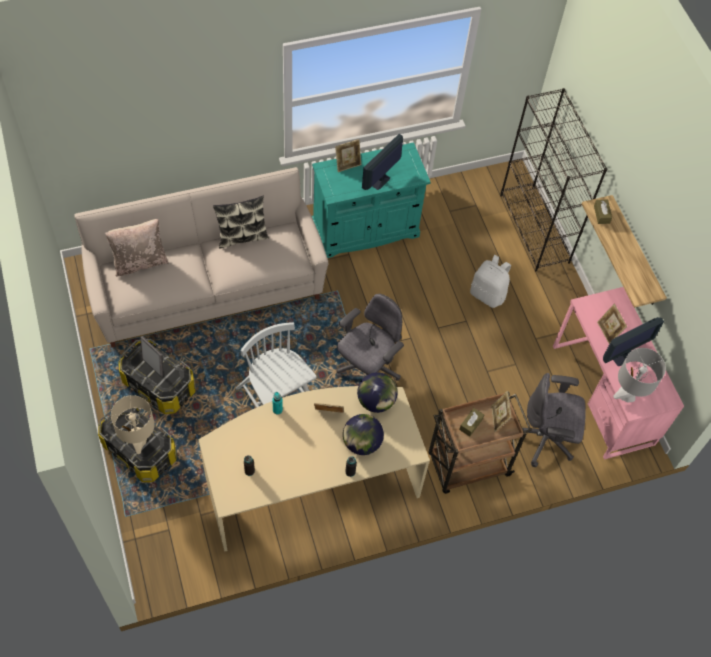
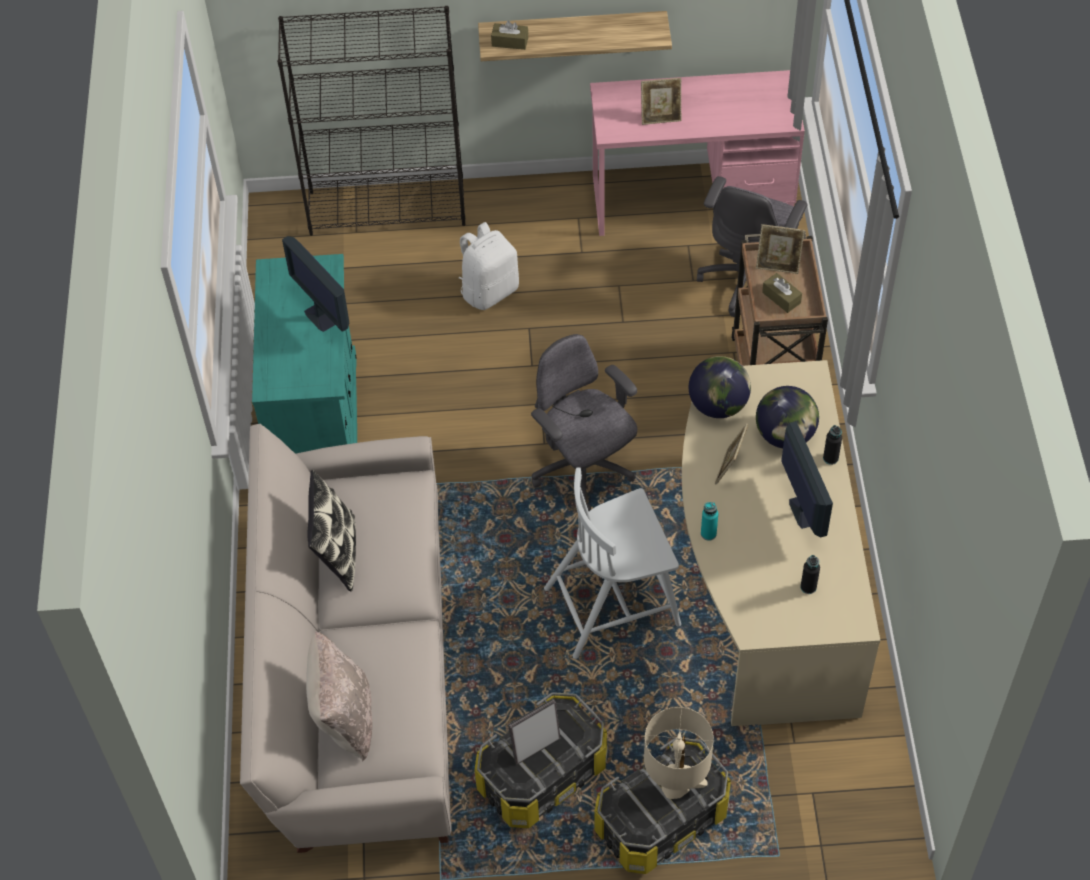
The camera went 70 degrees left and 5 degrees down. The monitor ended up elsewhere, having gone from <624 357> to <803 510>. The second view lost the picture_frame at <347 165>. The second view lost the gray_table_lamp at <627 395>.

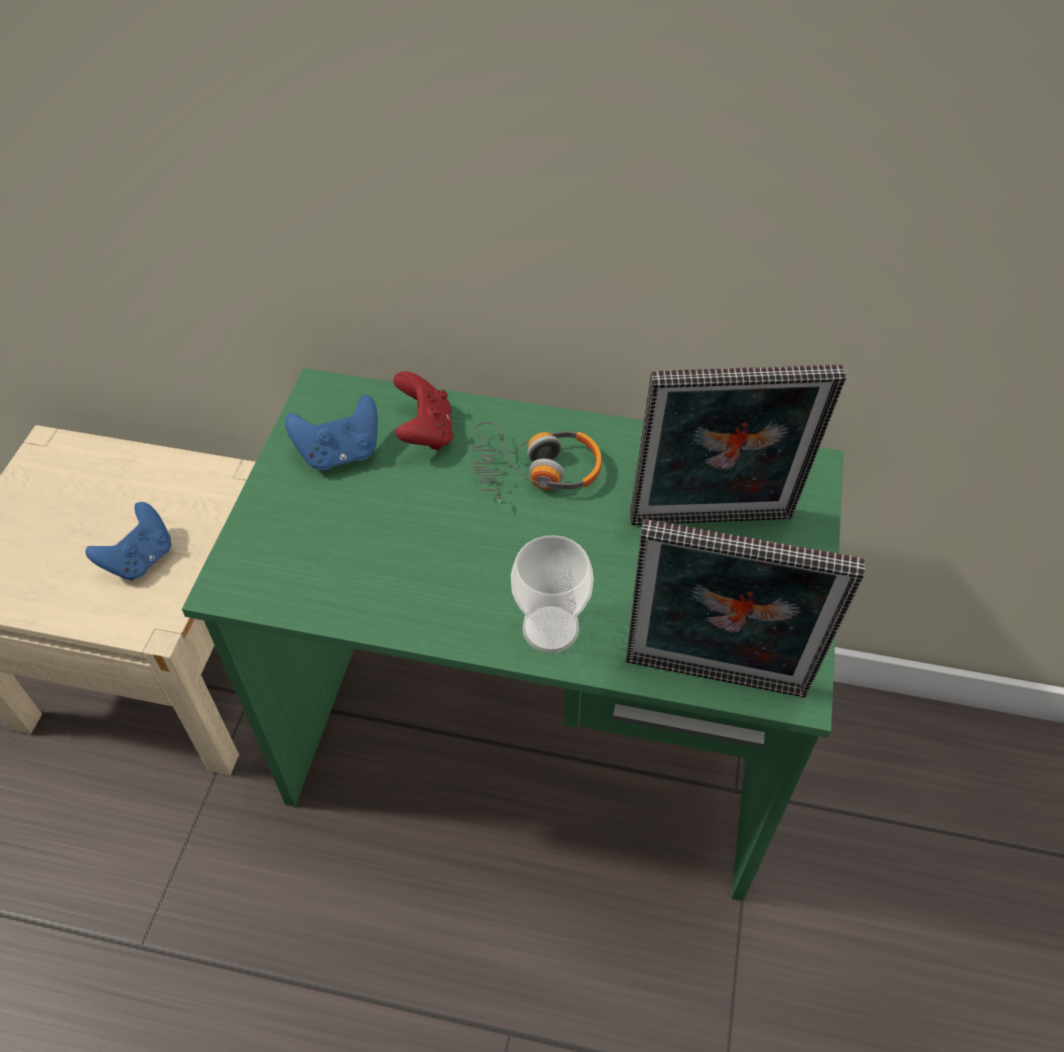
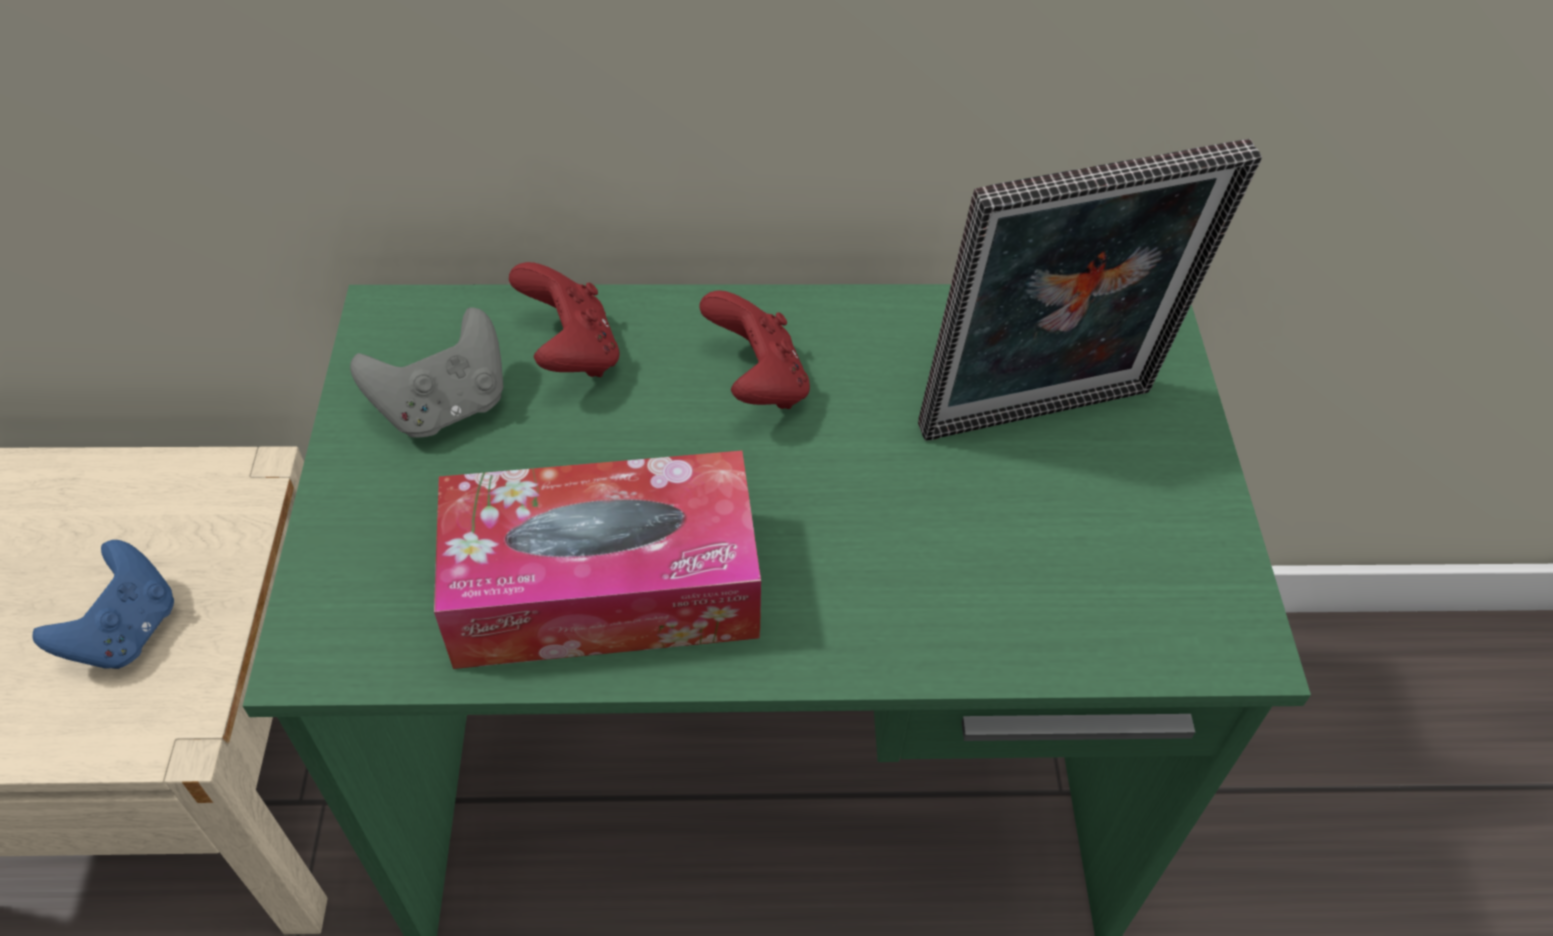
The camera went 15 degrees left and 0 degrees up. What was the blue_joypad at <340 453> turned into the gray_joypad at <444 407>. The second view gained the box_of_tissues at <604 586>. Where the headphones stood at <535 470>, the reddish_joypad came to stand at <757 383>. The second view lost the drinking_cup at <550 629>. The second view lost the picture_frame at <713 683>.

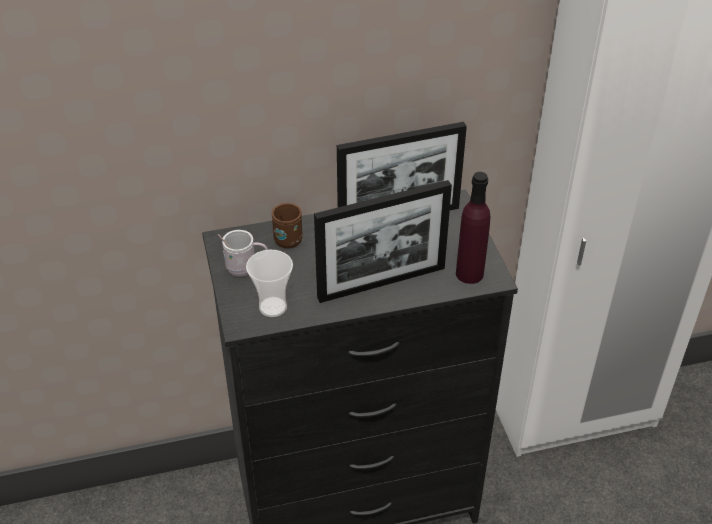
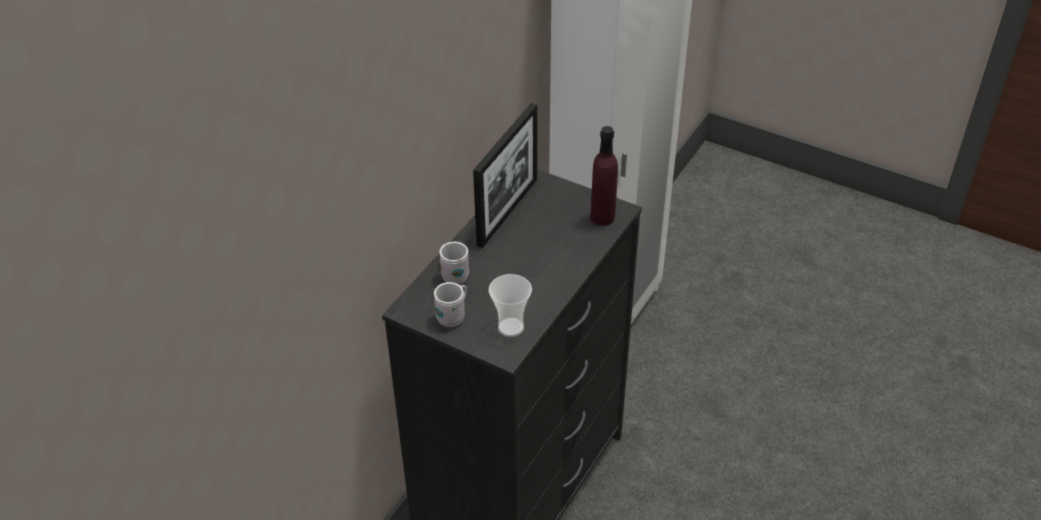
The camera went 45 degrees left and 0 degrees up. What was the brownish_mug at <290 238> turned into the white-coloured_mug at <453 275>. The second view lost the picture_frame at <381 283>.

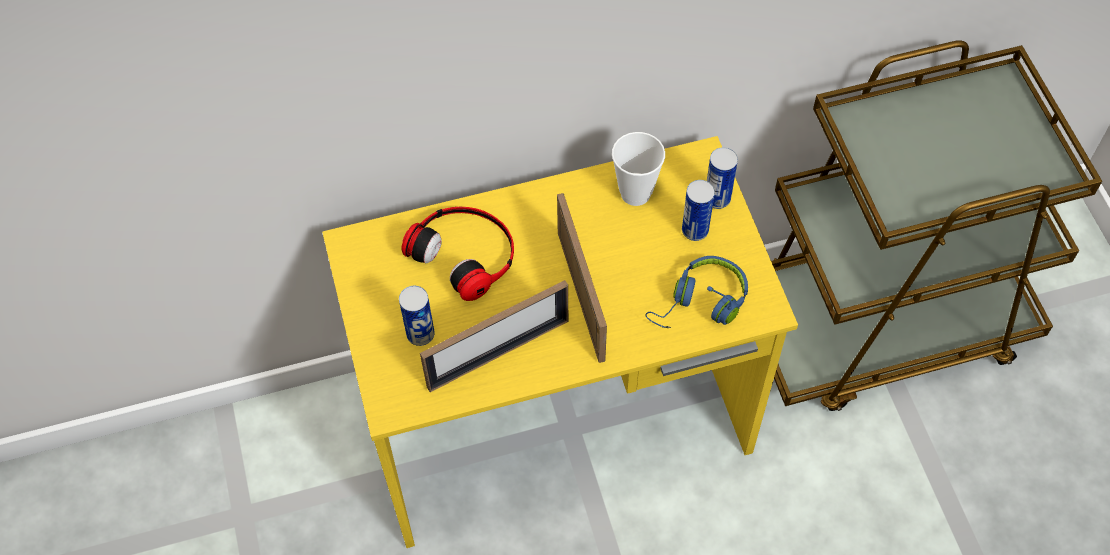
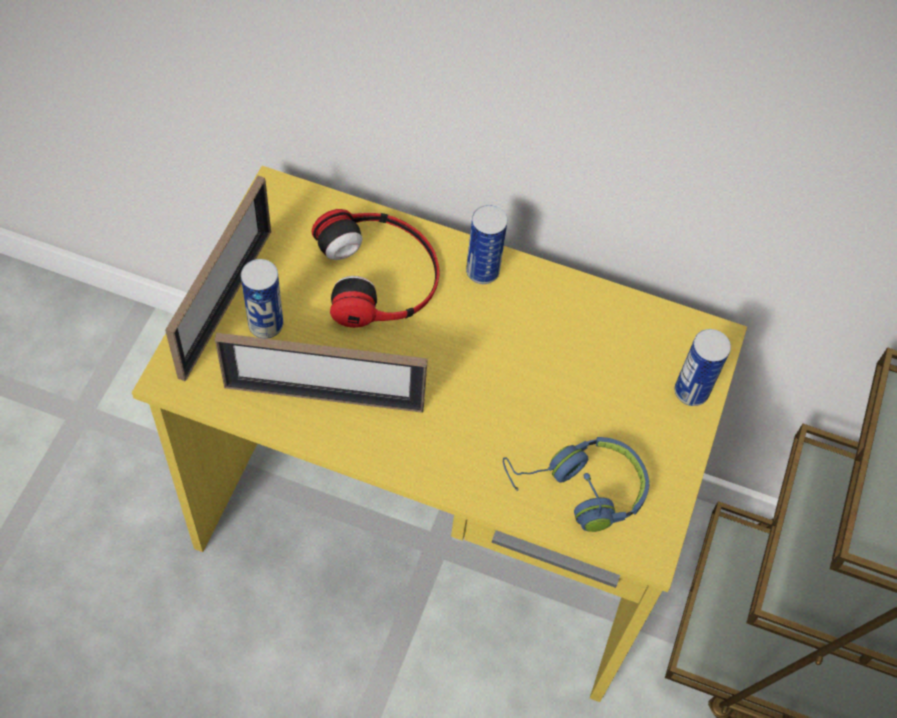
The camera went 30 degrees right and 0 degrees up. The picture_frame ended up elsewhere, having gone from <580 295> to <226 302>. The metal_can ended up elsewhere, having gone from <695 230> to <482 271>. The second view lost the drinking_cup at <635 193>.

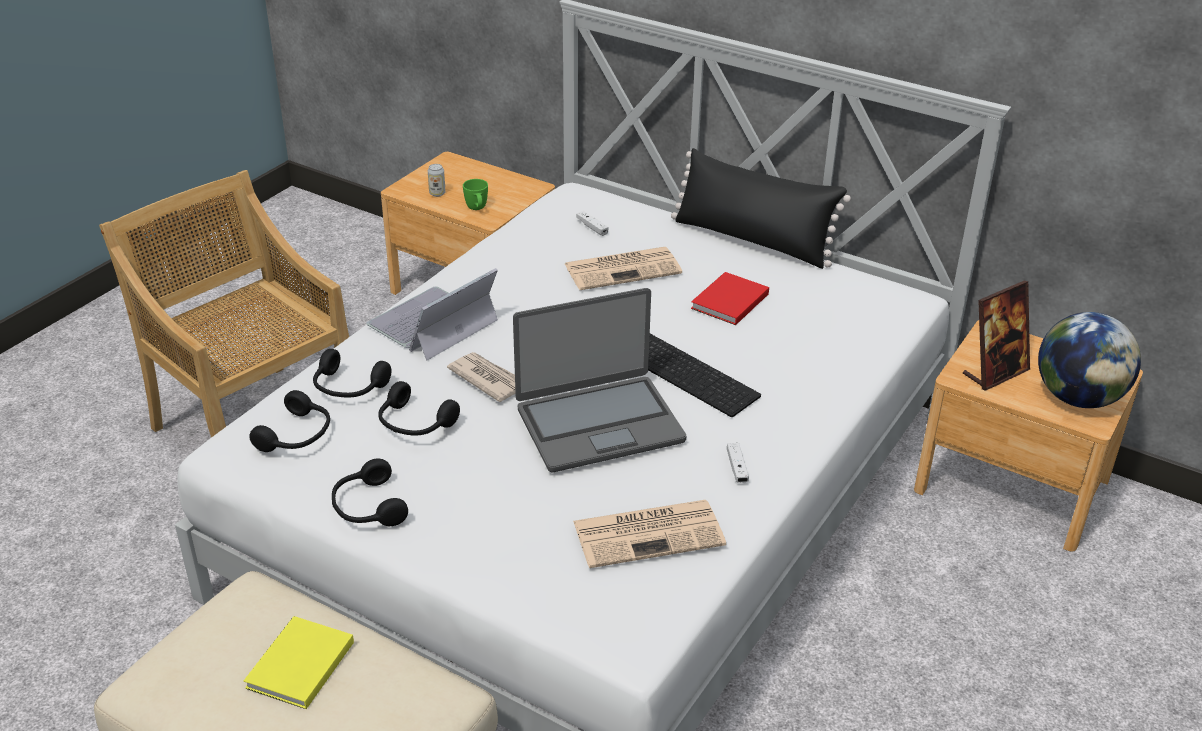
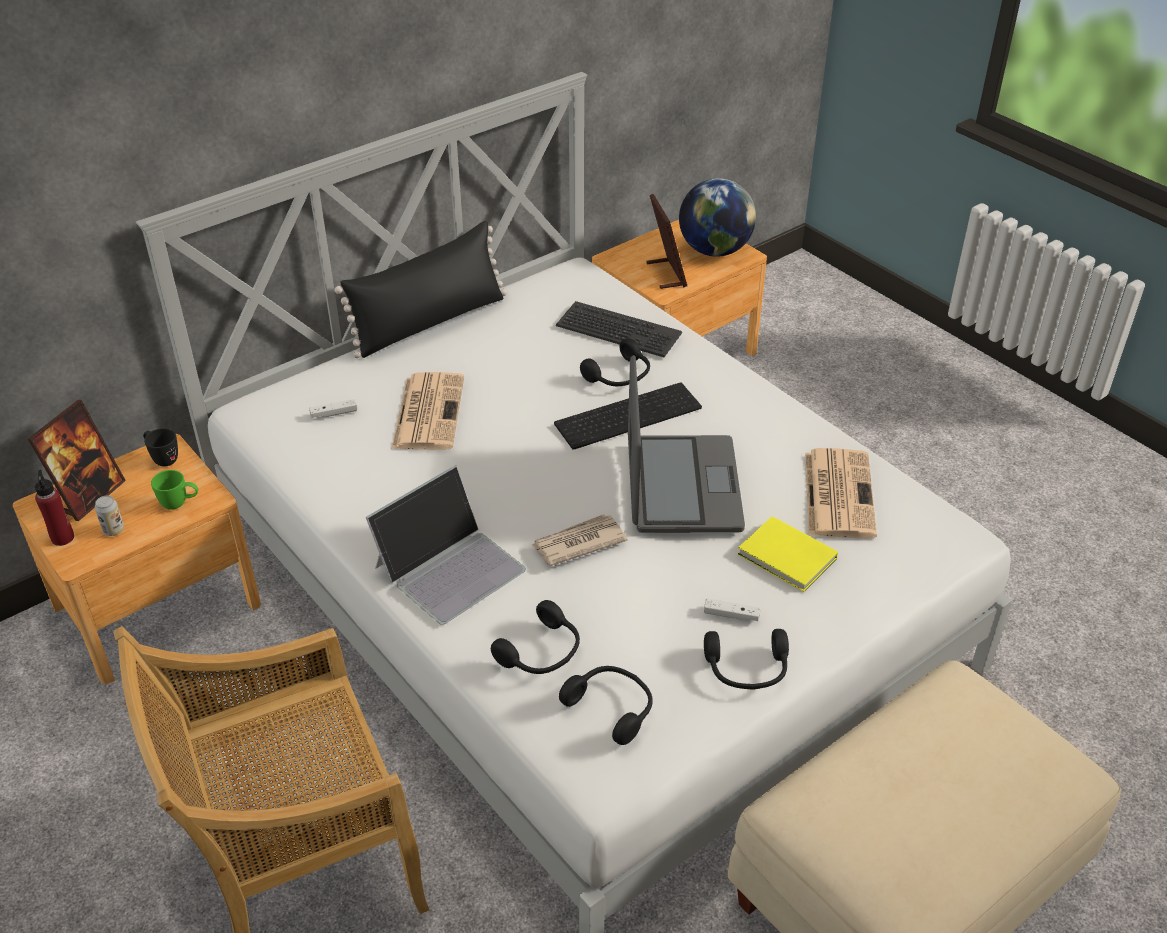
The camera went 70 degrees left and 5 degrees up. The second view gained the picture_frame at <90 496>. The second view gained the reddish_bottle at <62 537>. The second view gained the black-coloured_mug at <162 459>. The laptop at <432 323> ended up facing another way, 105 degrees counterclockwise from before. The second view gained the computer_keyboard at <618 331>. The black-coloured_headphones ended up elsewhere, having gone from <414 424> to <619 376>. The white-coloured_joypad ended up elsewhere, having gone from <737 468> to <731 615>. The yellowish_bound_book ended up elsewhere, having gone from <297 666> to <788 558>. The second view lost the reddish_bound_book at <728 302>.

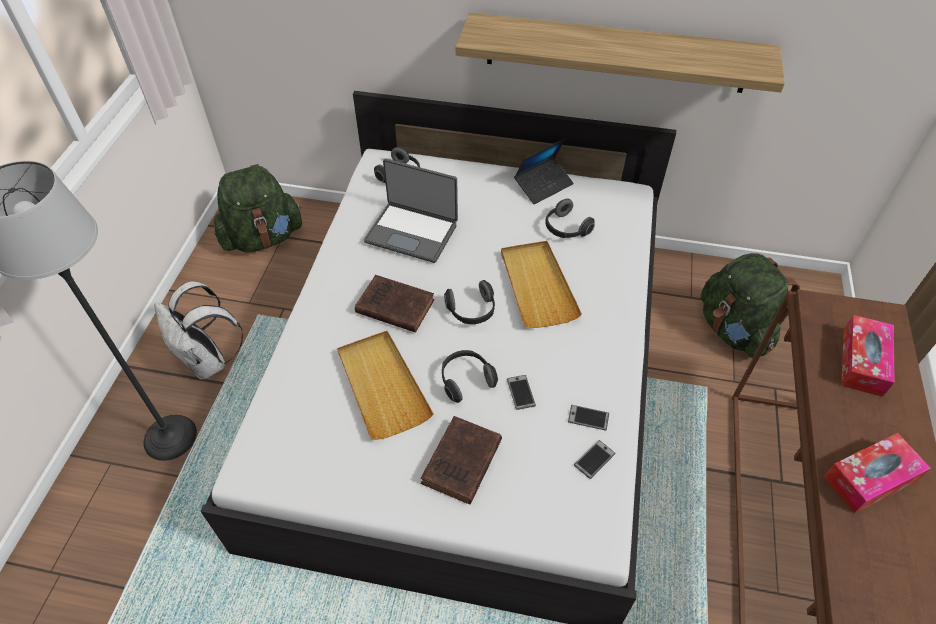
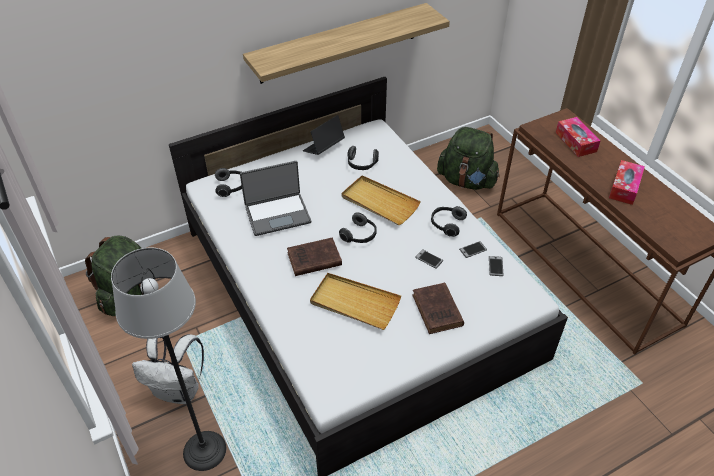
The camera went 40 degrees left and 5 degrees down. The laptop at <543 185> ended up facing another way, 150 degrees counterclockwise from before. The headphones ended up elsewhere, having gone from <466 380> to <446 225>.

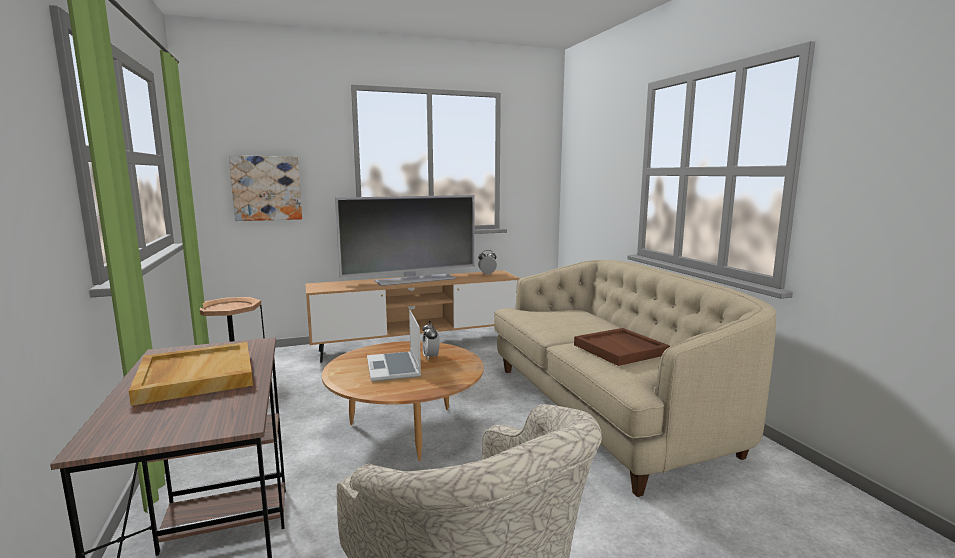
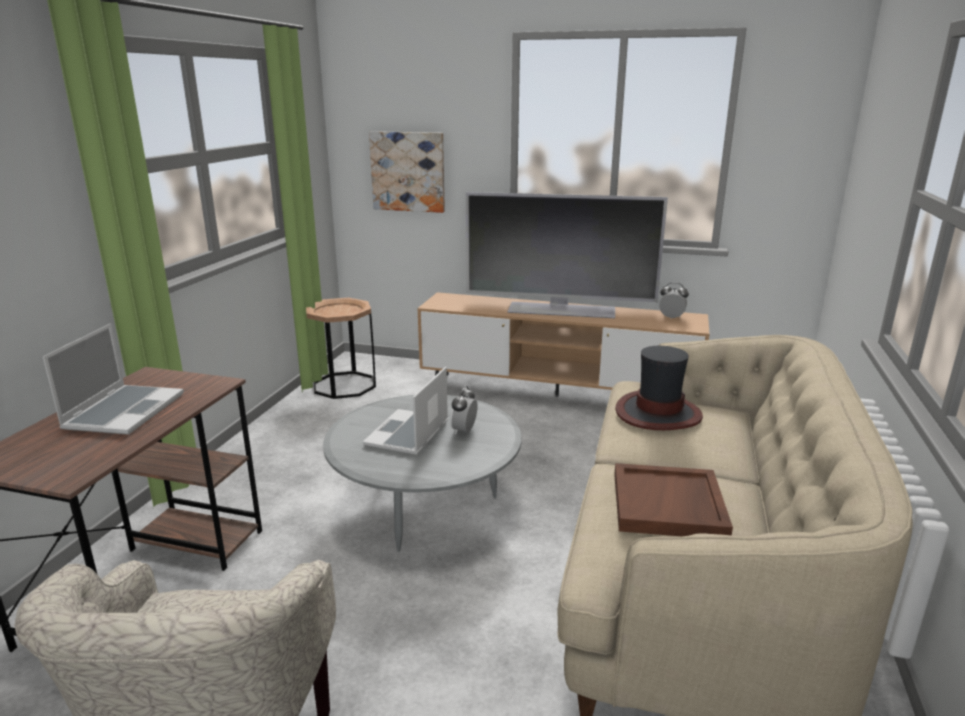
The camera went 35 degrees right and 10 degrees up. Where the beige_tray stood at <195 376>, the laptop came to stand at <124 411>. What was the brownish_coffee_table at <406 430> turned into the gray_coffee_table at <426 507>. The second view gained the wearable_hat at <657 413>.

